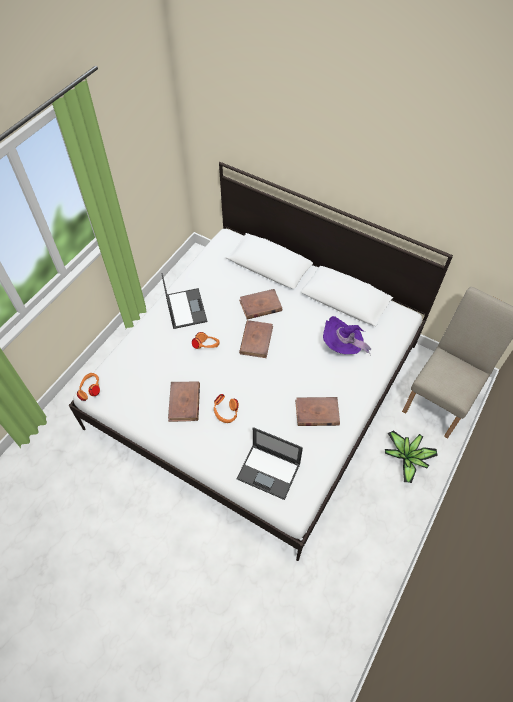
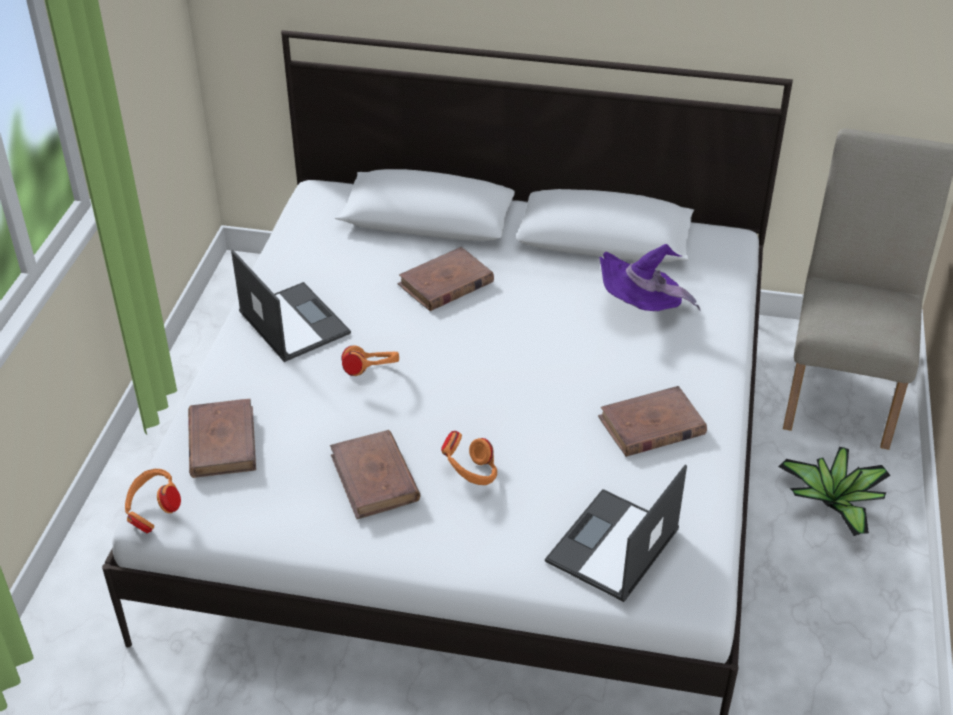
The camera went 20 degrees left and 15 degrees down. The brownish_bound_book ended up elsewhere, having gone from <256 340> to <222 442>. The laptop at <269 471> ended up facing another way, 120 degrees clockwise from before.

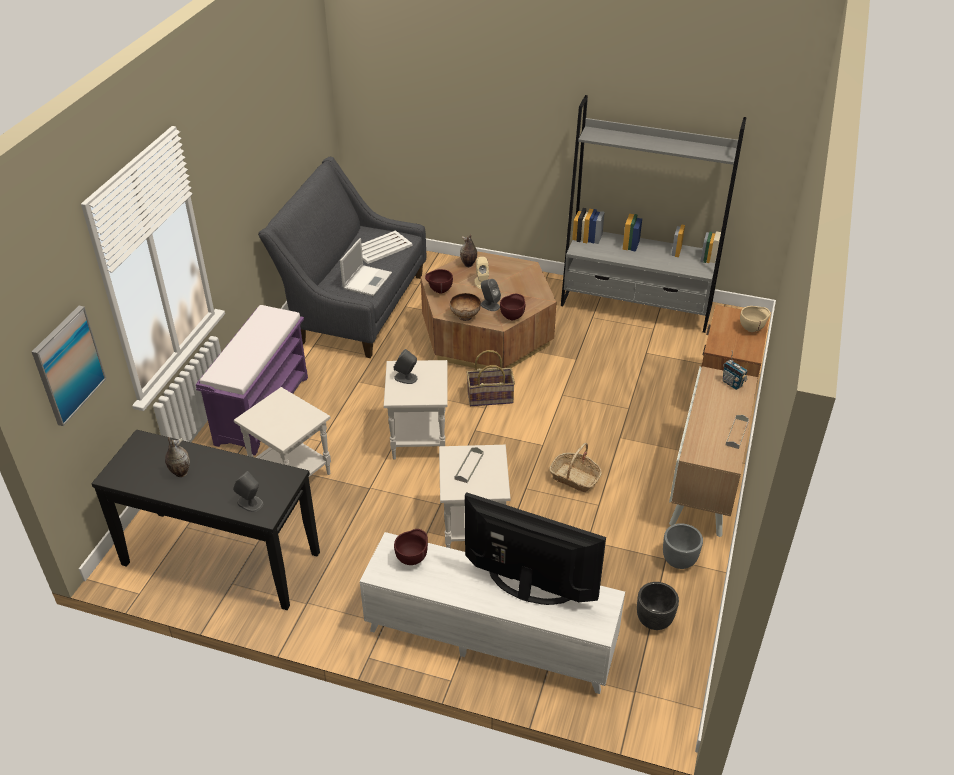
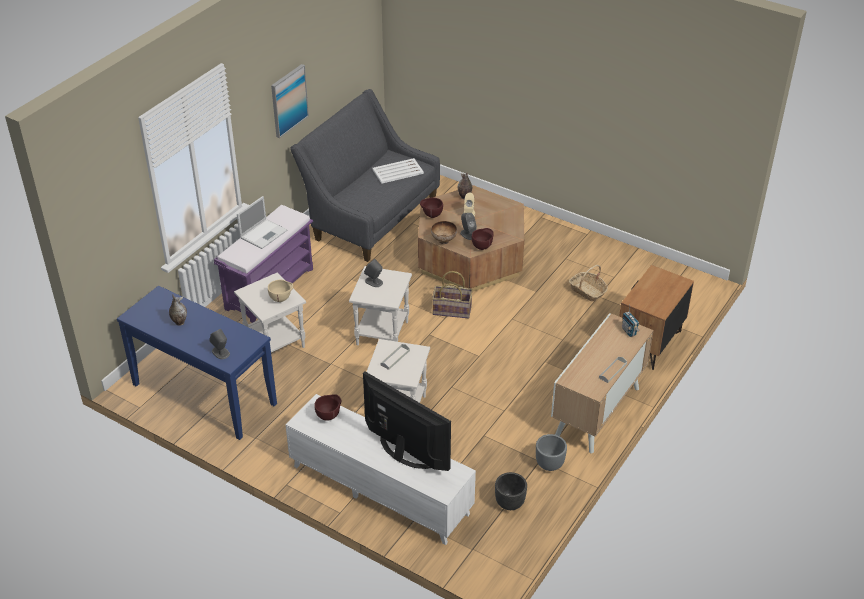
The camera went 15 degrees right and 0 degrees up. What was the black-coloured_narrow_table at <220 559> turned into the blue_narrow_table at <204 394>. The laptop ended up elsewhere, having gone from <367 280> to <264 233>. The beige_bowl ended up elsewhere, having gone from <752 329> to <281 299>. The picture ended up elsewhere, having gone from <68 365> to <289 100>. The household_basket ended up elsewhere, having gone from <575 478> to <587 291>. The second view lost the gray_bookshelf at <636 306>.

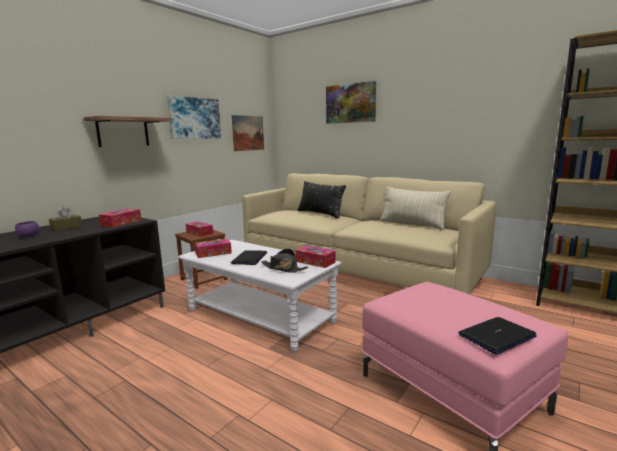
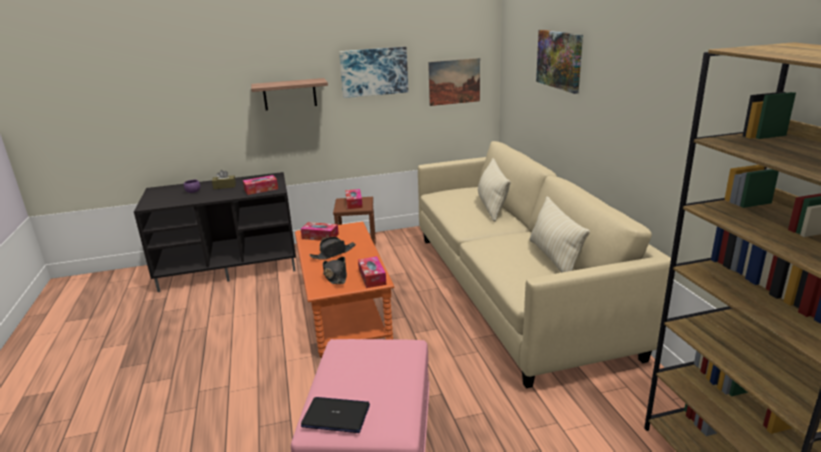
The camera went 40 degrees right and 10 degrees up. What was the white-coloured_coffee_table at <260 317> turned into the orange_coffee_table at <345 311>. Where the laptop stood at <249 258>, the black-coloured_wearable_hat came to stand at <333 253>. What was the black-coloured_pillow at <320 214> turned into the beige_pillow at <492 207>.

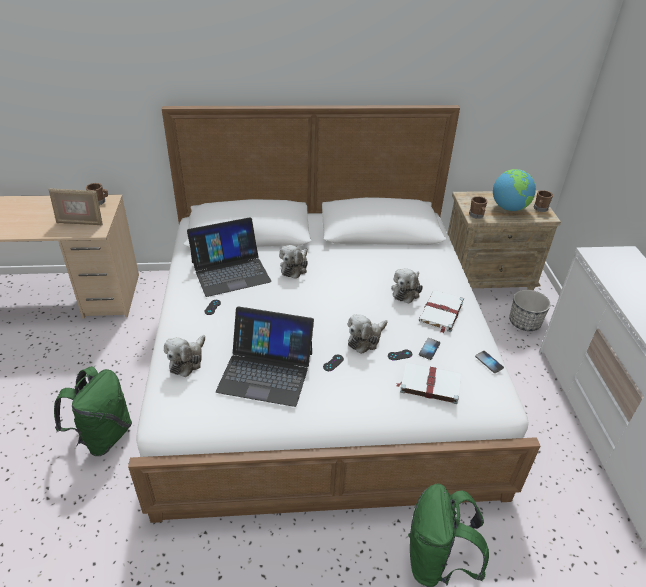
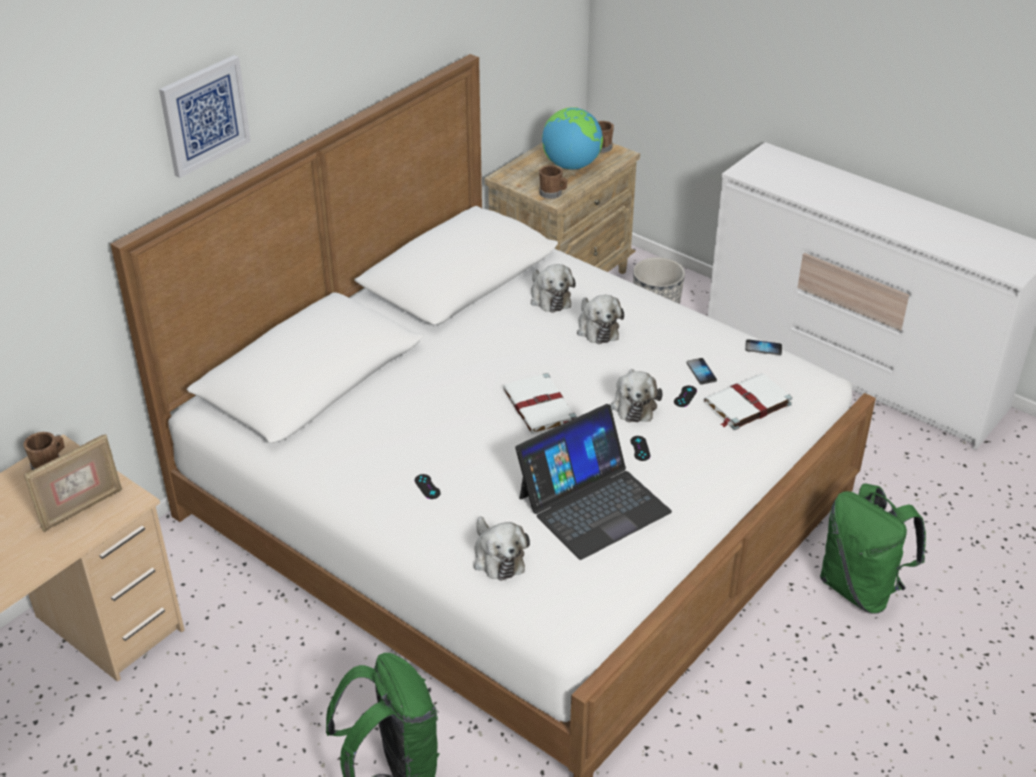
The camera went 45 degrees left and 0 degrees up. The second view gained the picture at <204 115>. The white-coloured_bound_book ended up elsewhere, having gone from <441 313> to <540 407>. The plush_toy ended up elsewhere, having gone from <295 267> to <549 297>. The second view lost the laptop at <230 271>.

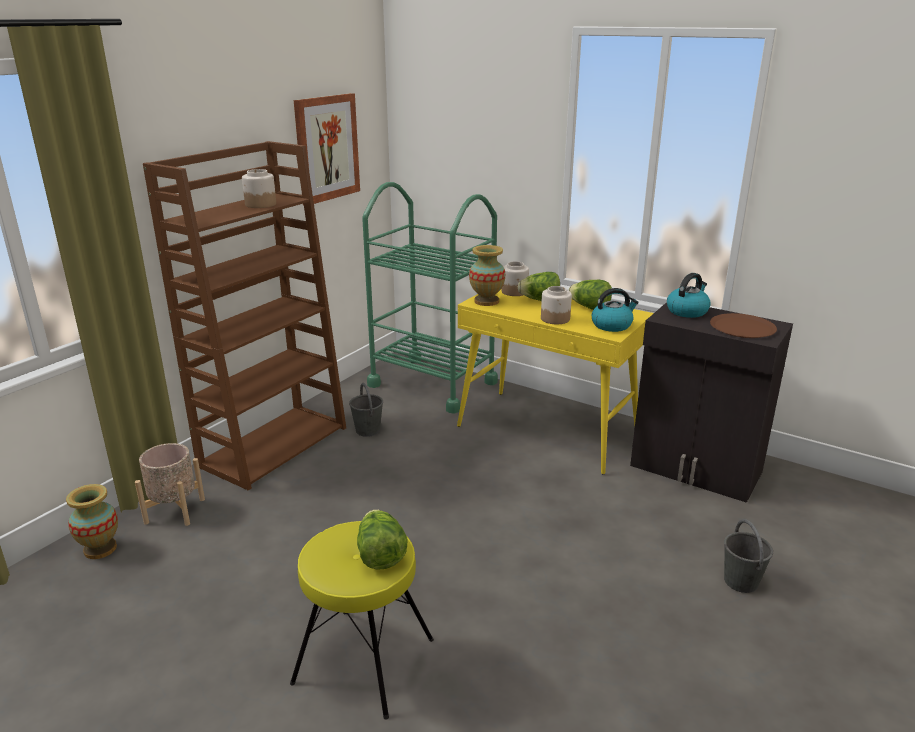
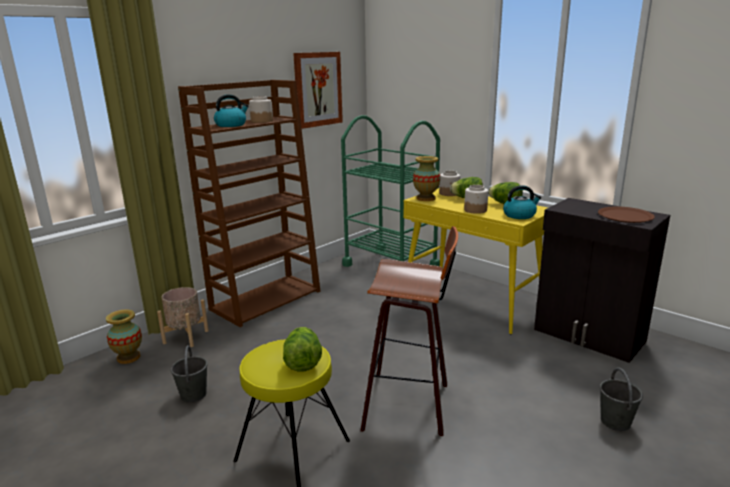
The camera went 10 degrees right and 5 degrees down. The gray_pail ended up elsewhere, having gone from <368 430> to <193 395>. The water_kettle ended up elsewhere, having gone from <687 311> to <231 125>. The second view gained the sitting_stool at <410 404>.

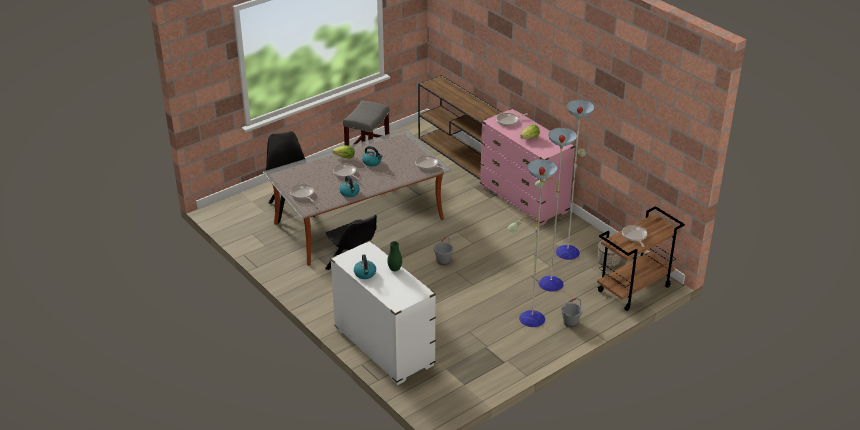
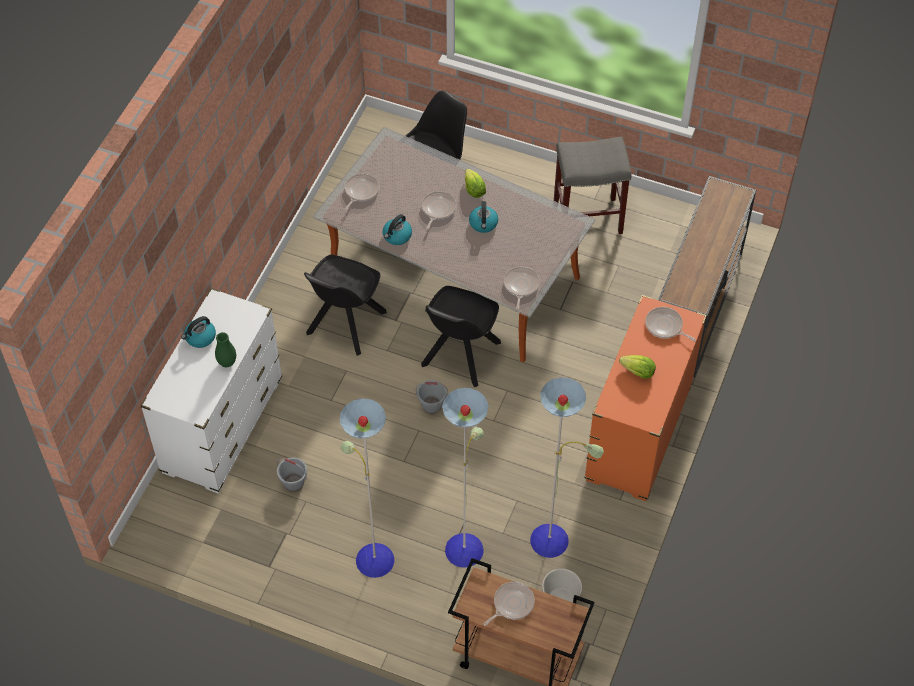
The camera went 60 degrees right and 20 degrees up. The gray_pail ended up elsewhere, having gone from <570 323> to <293 483>. The second view gained the black-coloured_plain_chair at <459 355>. What was the pink-coloured_drawer_chest at <524 199> turned into the orange_drawer_chest at <638 434>.

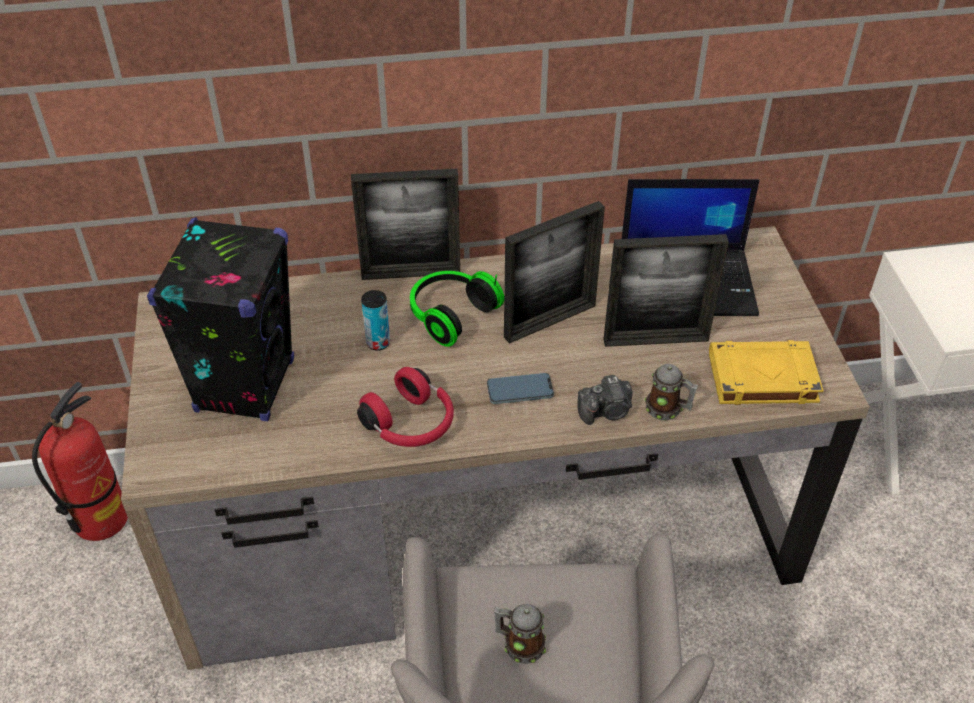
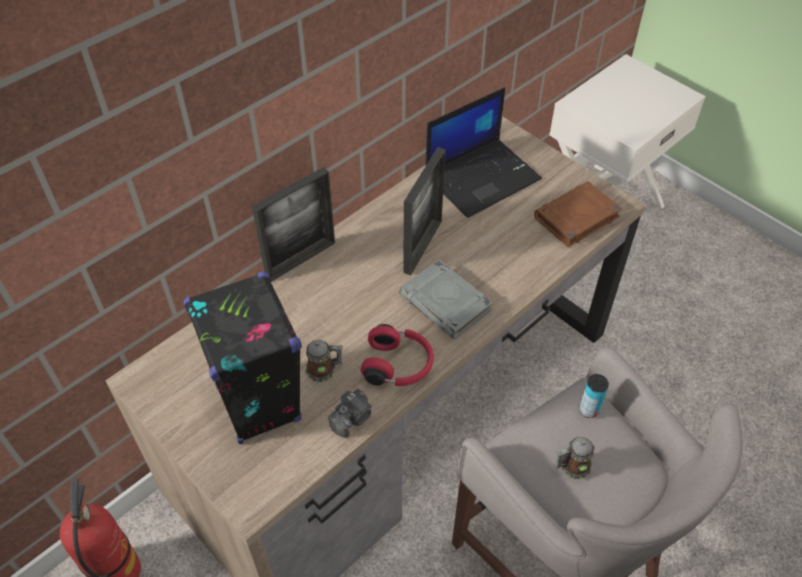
The camera went 35 degrees left and 5 degrees up. The mug ended up elsewhere, having gone from <667 409> to <324 370>. The photo_camera ended up elsewhere, having gone from <606 411> to <352 418>. Where the telephone stood at <520 391>, the gray_bound_book came to stand at <446 304>. What was the yellowish_bound_book at <761 378> turned into the brownish_bound_book at <576 218>. The metal_can ended up elsewhere, having gone from <378 343> to <588 410>. The second view lost the headphones at <450 314>. The second view lost the picture_frame at <655 340>.

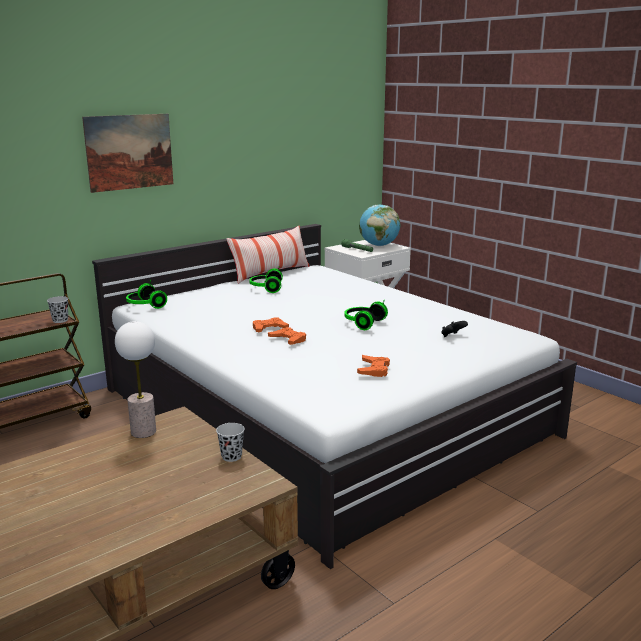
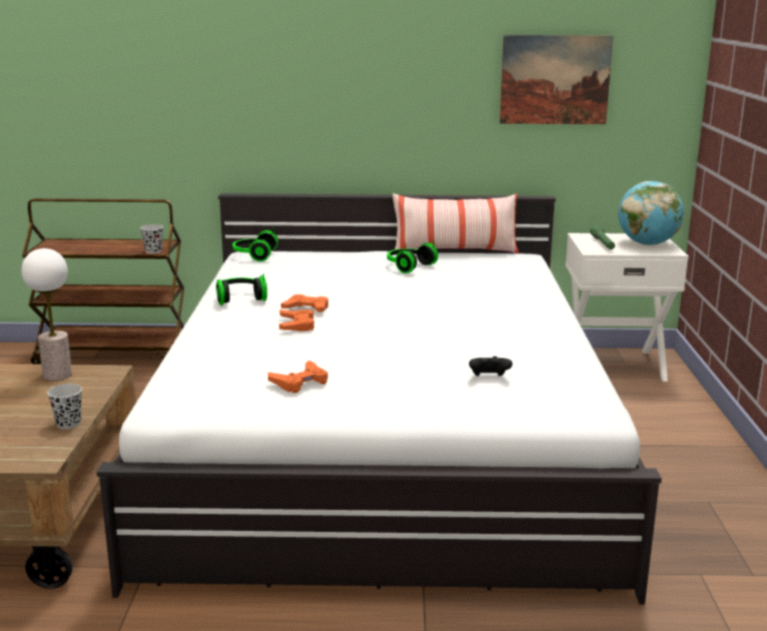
The camera went 40 degrees right and 0 degrees up. The headphones ended up elsewhere, having gone from <362 323> to <240 298>. The picture ended up elsewhere, having gone from <129 152> to <555 80>.

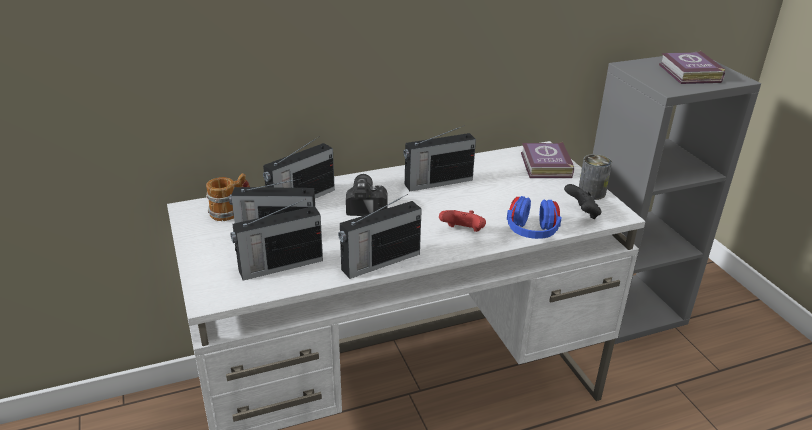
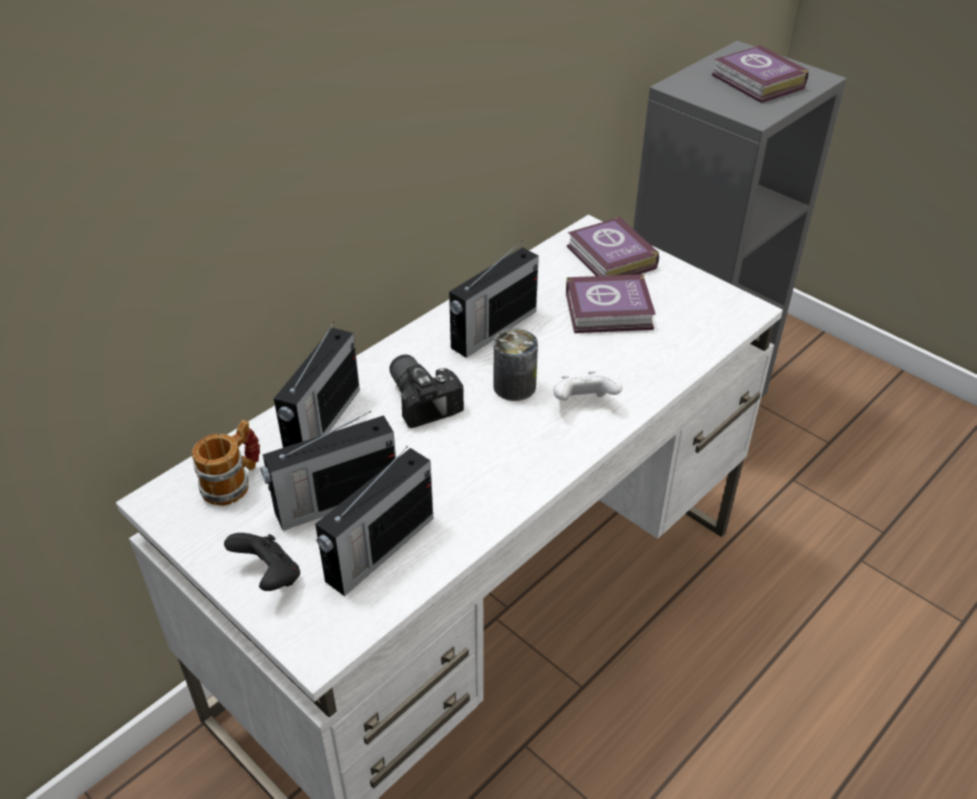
The camera went 25 degrees left and 10 degrees up. The black-coloured_joypad ended up elsewhere, having gone from <582 213> to <269 576>. The metal_can ended up elsewhere, having gone from <591 192> to <514 386>. What was the reddish_joypad at <462 232> turned into the white-coloured_joypad at <583 403>. The second view gained the bound_book at <611 312>. The second view lost the radio_set at <379 262>. The second view lost the blue_headphones at <531 234>.

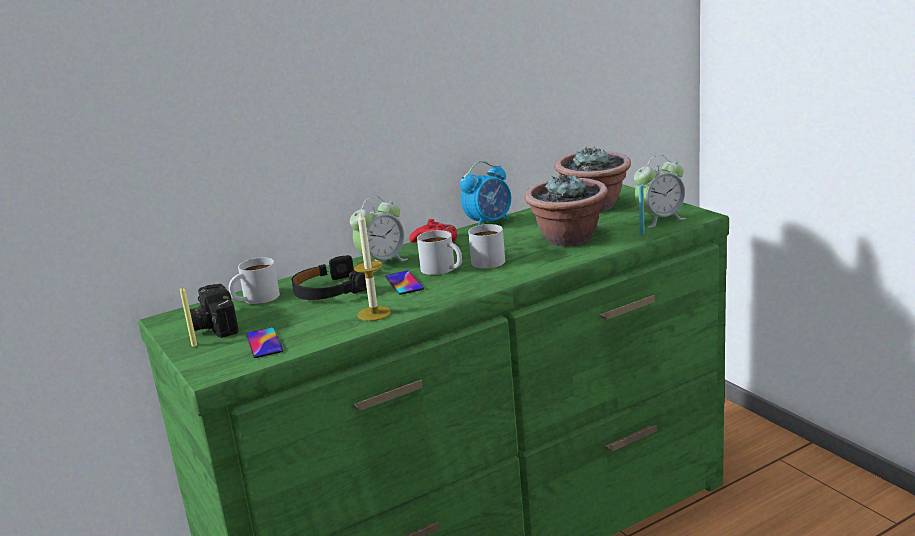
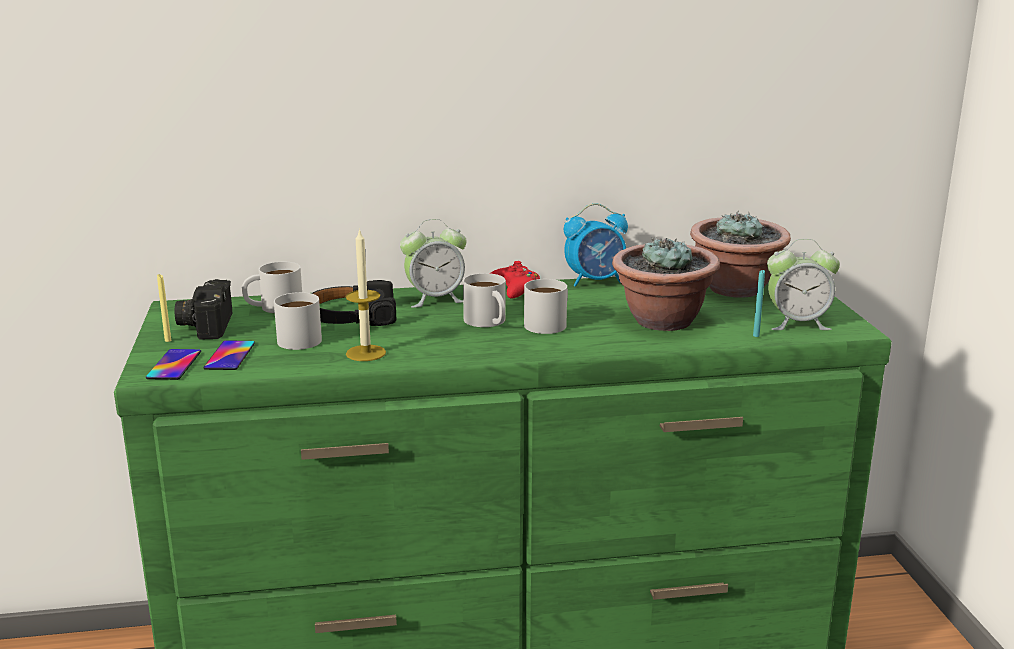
The camera went 20 degrees right and 0 degrees up. The telephone ended up elsewhere, having gone from <404 283> to <174 365>. The second view gained the white-coloured_mug at <295 338>.

